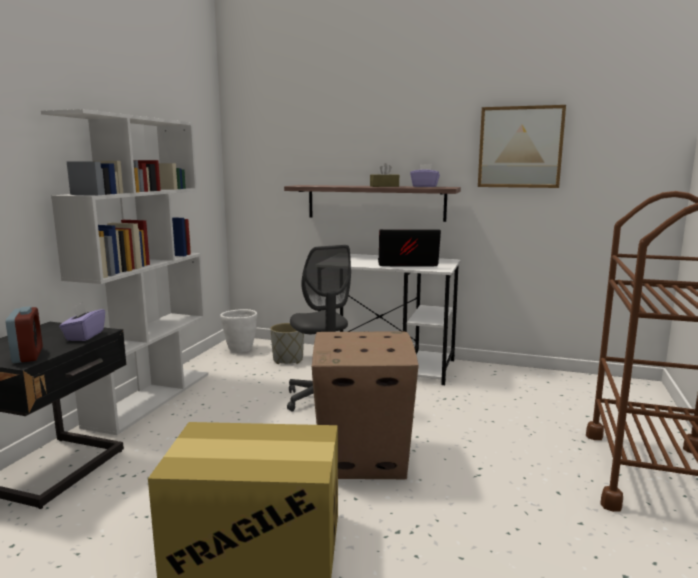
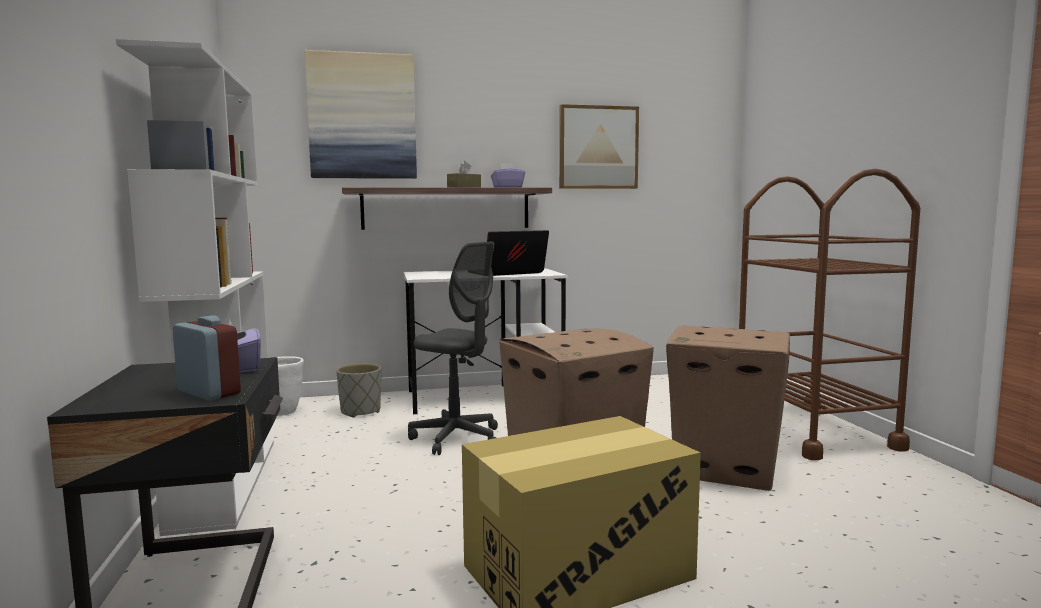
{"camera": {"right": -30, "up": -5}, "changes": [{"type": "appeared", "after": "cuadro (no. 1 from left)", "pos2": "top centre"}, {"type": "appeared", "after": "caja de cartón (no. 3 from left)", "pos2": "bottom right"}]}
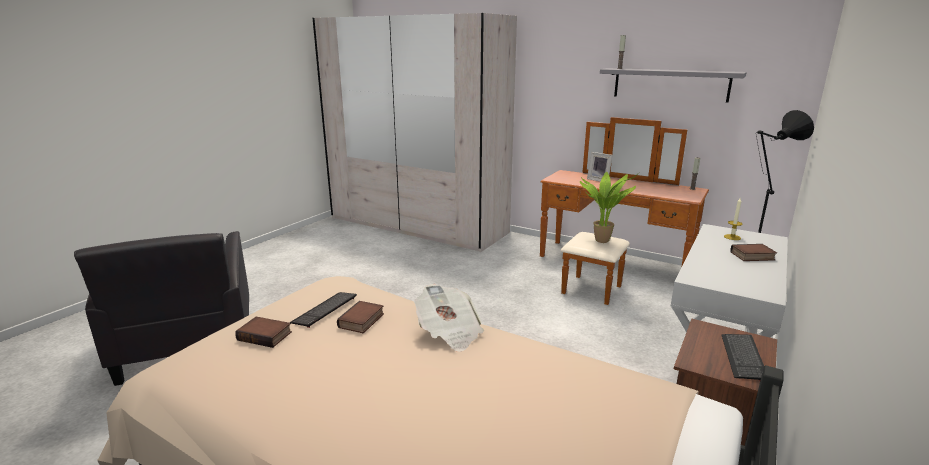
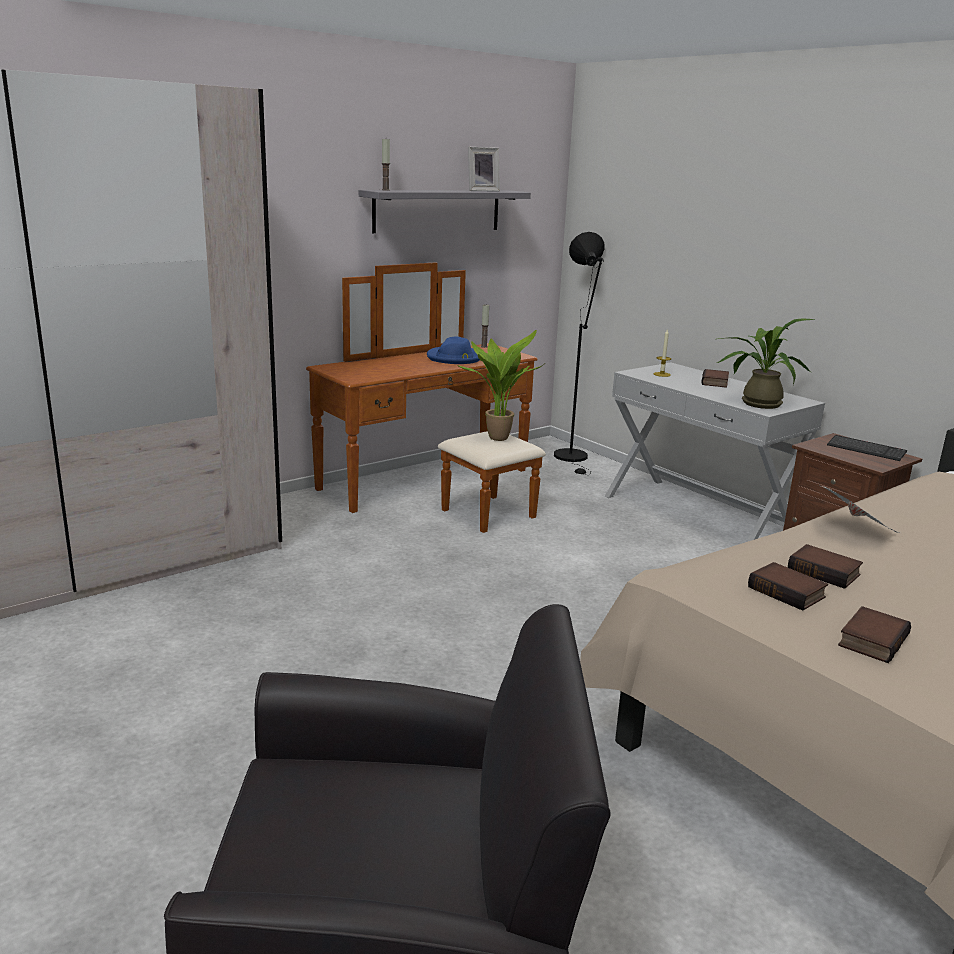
{"camera": {"right": -70, "up": 0}, "changes": [{"type": "exchanged", "before": "teclado (no. 1 from left)", "after": "libro (no. 2 from left)", "pos1": "bottom centre", "pos2": "middle right"}, {"type": "relocated", "before": "portarretratos", "pos1": "centre", "pos2": "top centre"}, {"type": "appeared", "after": "sombrero/azul", "pos2": "centre"}, {"type": "appeared", "after": "planta en maceta (no. 2 from left)", "pos2": "middle right"}]}
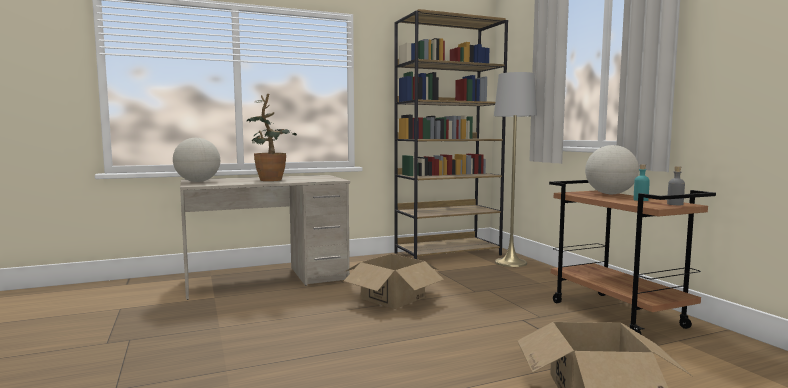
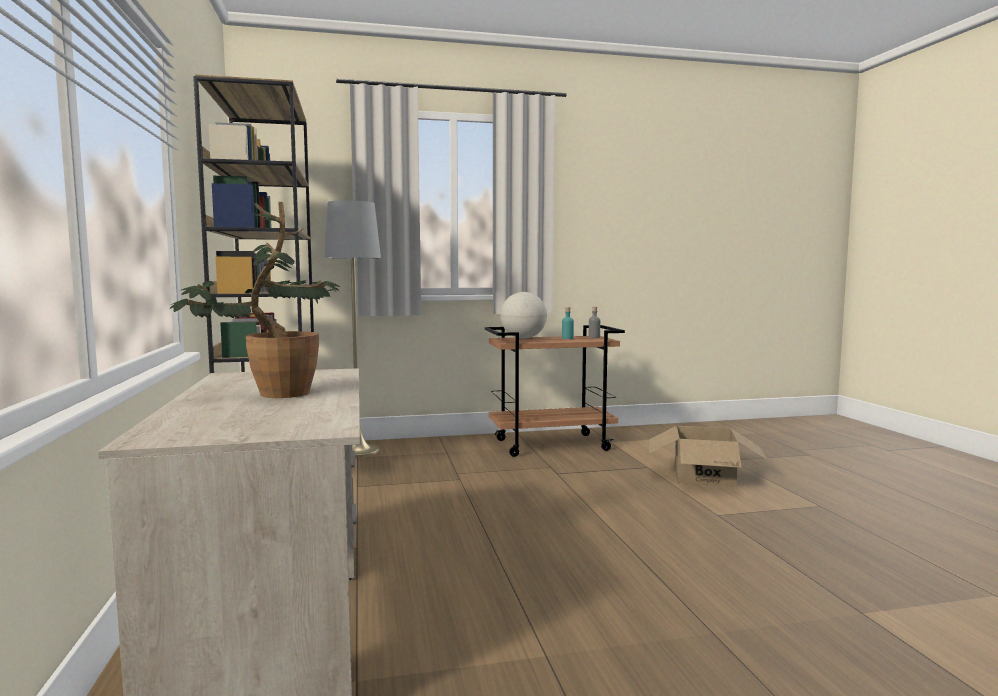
{"camera": {"right": -80, "up": 0}, "changes": [{"type": "missing", "before": "globo terráqueo (no. 1 from left)", "pos1": "middle left"}, {"type": "missing", "before": "caja de cartón (no. 1 from left)", "pos1": "bottom centre"}]}
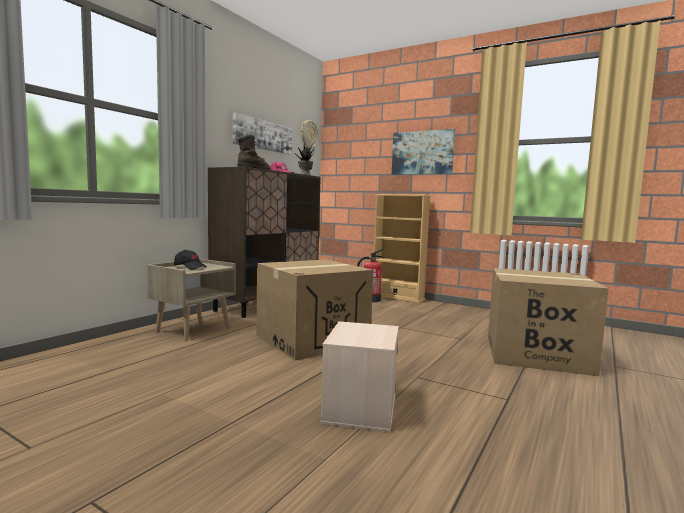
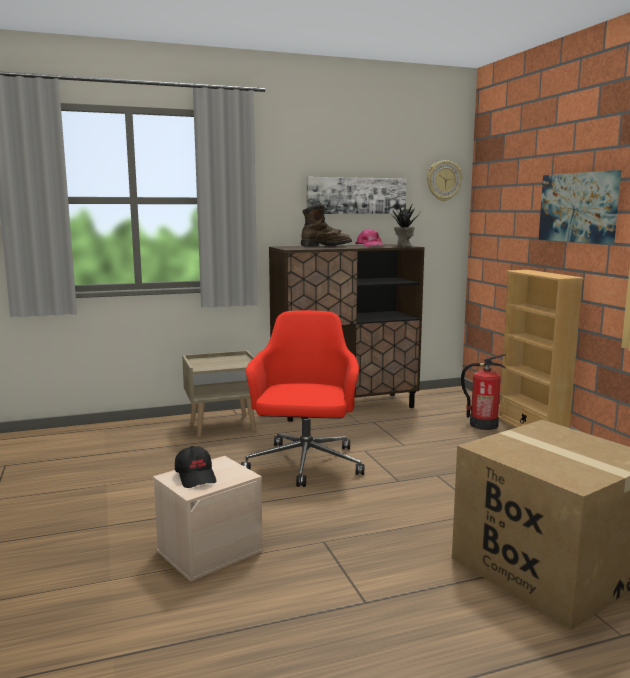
{"camera": {"right": 40, "up": 5}, "changes": [{"type": "relocated", "before": "gorra/negro", "pos1": "middle left", "pos2": "bottom left"}, {"type": "exchanged", "before": "caja de cartón (no. 1 from left)", "after": "silla de oficina/rojo", "pos1": "centre", "pos2": "centre"}]}
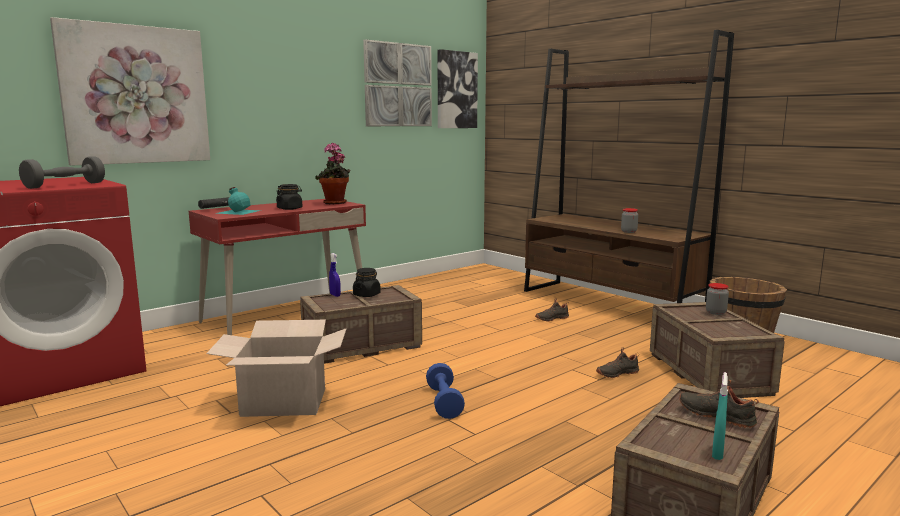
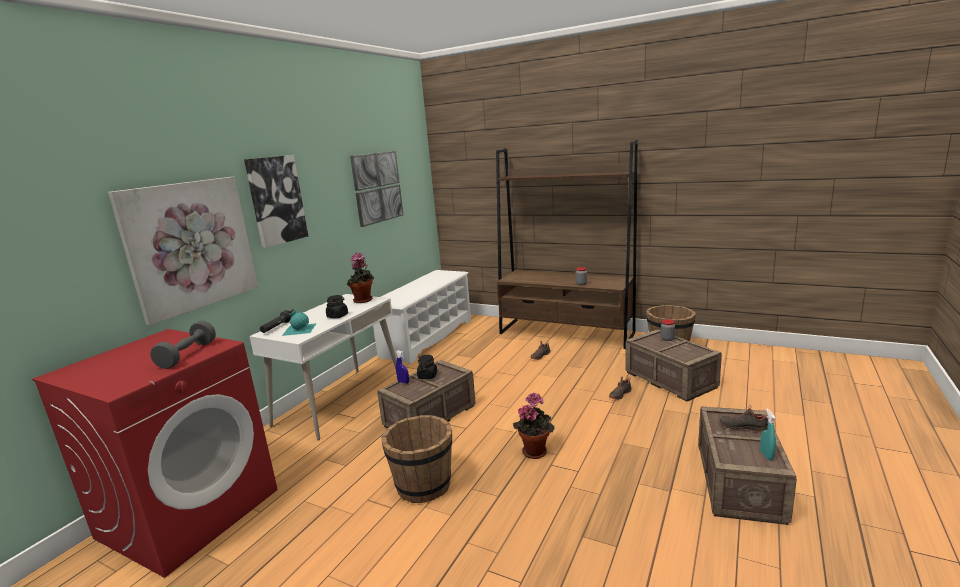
{"camera": {"right": -20, "up": 5}, "changes": [{"type": "colour", "before": "escritorio/rojo", "after": "escritorio/blanco", "pos1": "middle left", "pos2": "centre"}, {"type": "exchanged", "before": "caja de cartón", "after": "cubo/marrón (no. 1 from left)", "pos1": "bottom left", "pos2": "bottom centre"}, {"type": "exchanged", "before": "mancuerna/azul", "after": "planta en maceta (no. 2 from left)", "pos1": "bottom centre", "pos2": "bottom centre"}, {"type": "relocated", "before": "cuadro (no. 3 from left in the first image)", "after": "cuadro (no. 2 from left)", "pos1": "top centre", "pos2": "middle left"}, {"type": "appeared", "after": "zapatero/blanco", "pos2": "centre"}]}
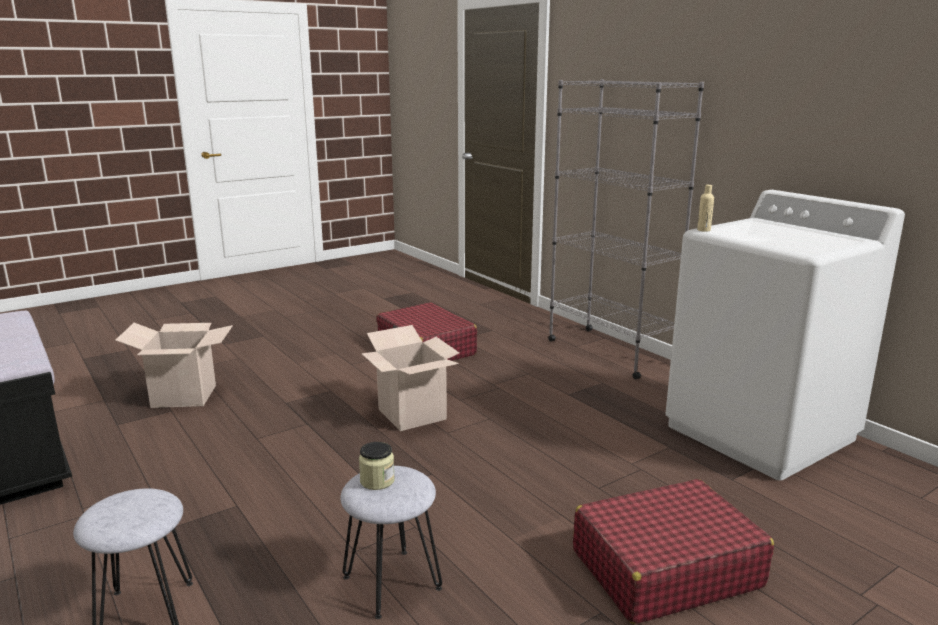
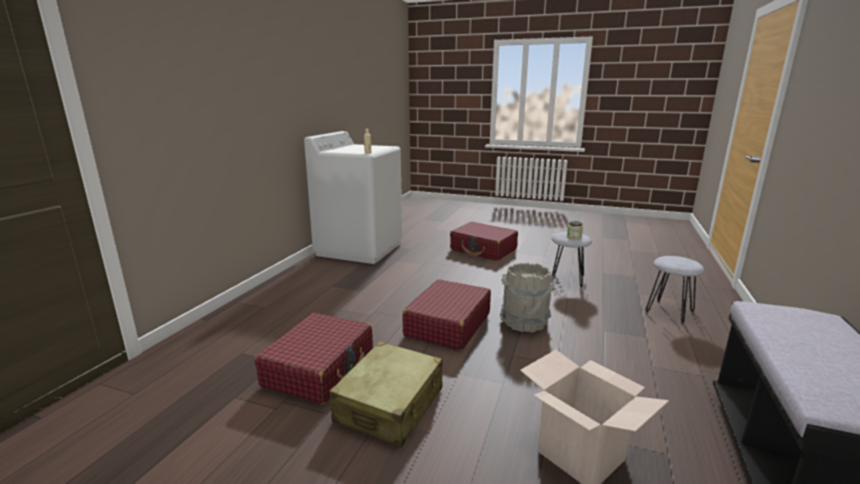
{"camera": {"right": -125, "up": 0}, "changes": [{"type": "exchanged", "before": "caja de cartón (no. 2 from left)", "after": "maleta/rojo (no. 2 from left)", "pos1": "centre", "pos2": "centre"}, {"type": "missing", "before": "estantería/gris", "pos1": "middle right"}, {"type": "appeared", "after": "maleta/beis", "pos2": "bottom centre"}, {"type": "appeared", "after": "cubo/gris", "pos2": "centre"}]}
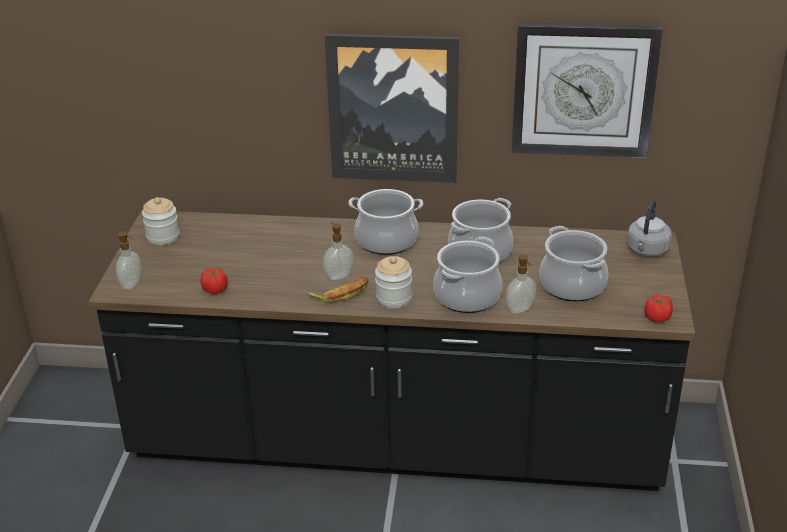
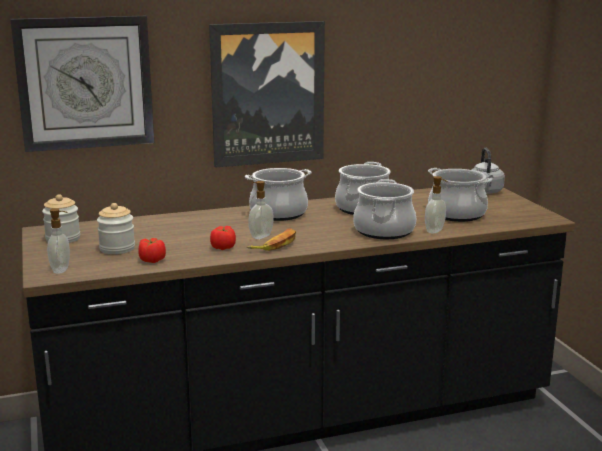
{"camera": {"right": -25, "up": -15}, "changes": [{"type": "relocated", "before": "tarro (no. 2 from left)", "pos1": "centre", "pos2": "middle left"}, {"type": "relocated", "before": "reloj de pared", "pos1": "top right", "pos2": "top left"}, {"type": "relocated", "before": "tomate (no. 2 from left)", "pos1": "middle right", "pos2": "centre"}]}
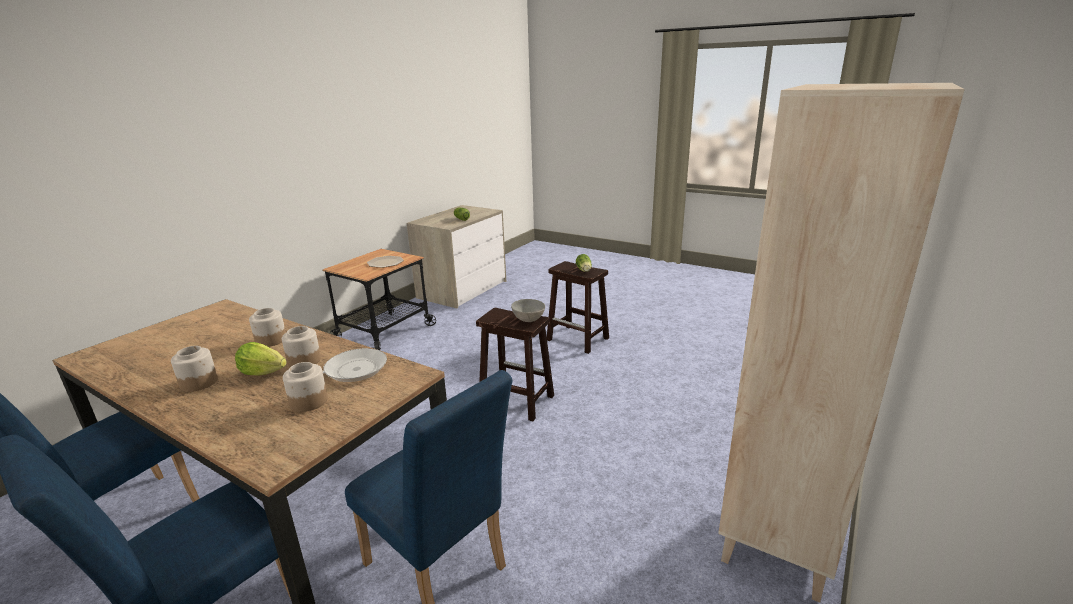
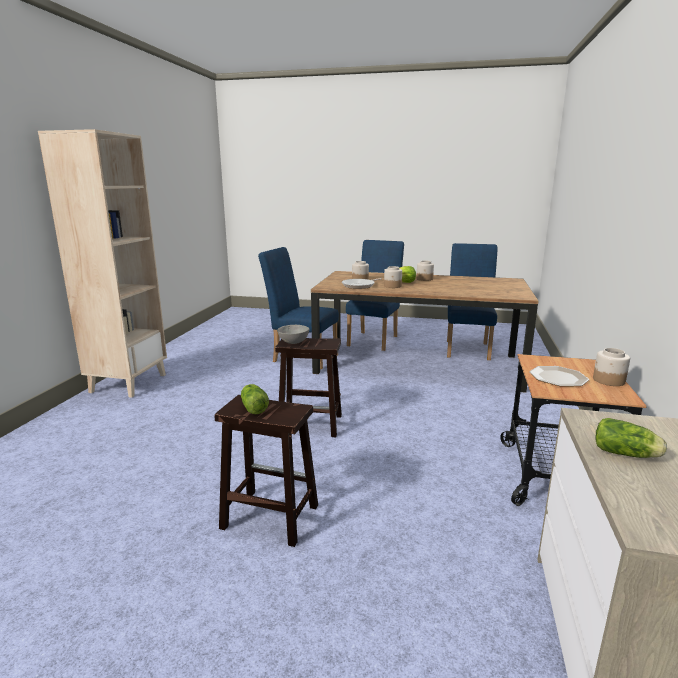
{"camera": {"right": 160, "up": -5}, "changes": [{"type": "relocated", "before": "tarro (no. 2 from left in the first image)", "after": "tarro (no. 4 from left)", "pos1": "middle left", "pos2": "middle right"}]}
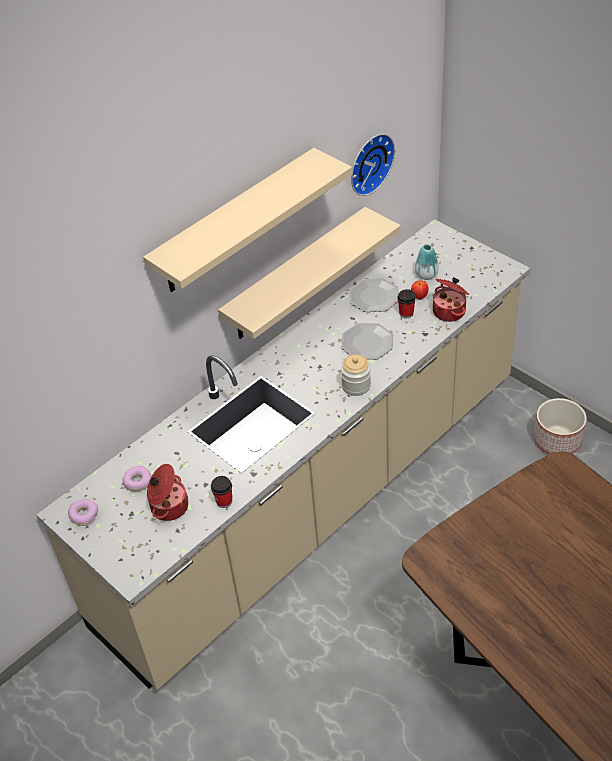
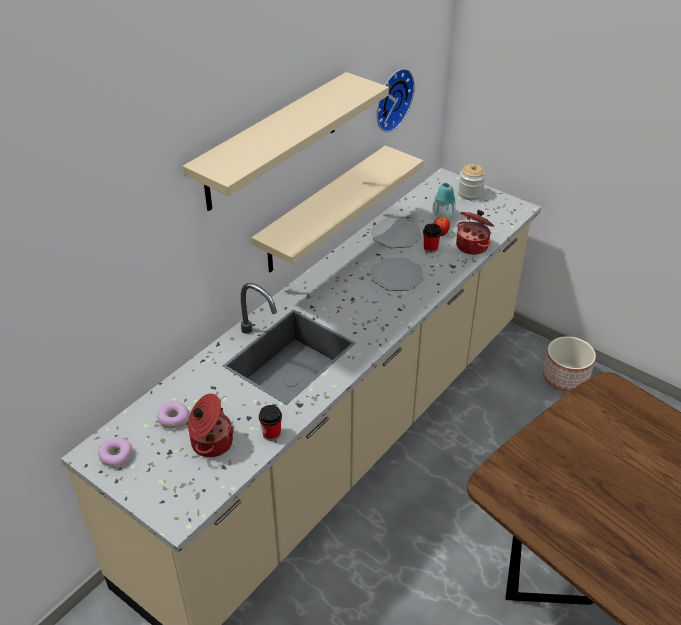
{"camera": {"right": -10, "up": -5}, "changes": [{"type": "relocated", "before": "tarro", "pos1": "centre", "pos2": "top right"}]}
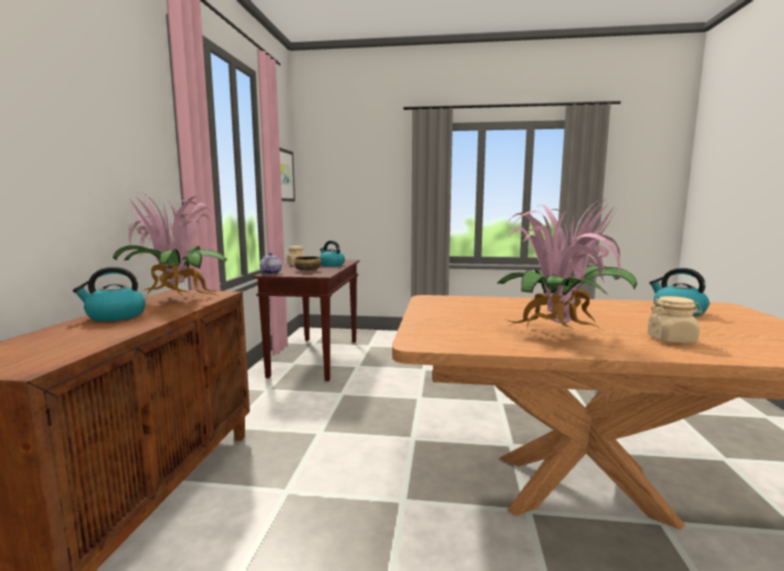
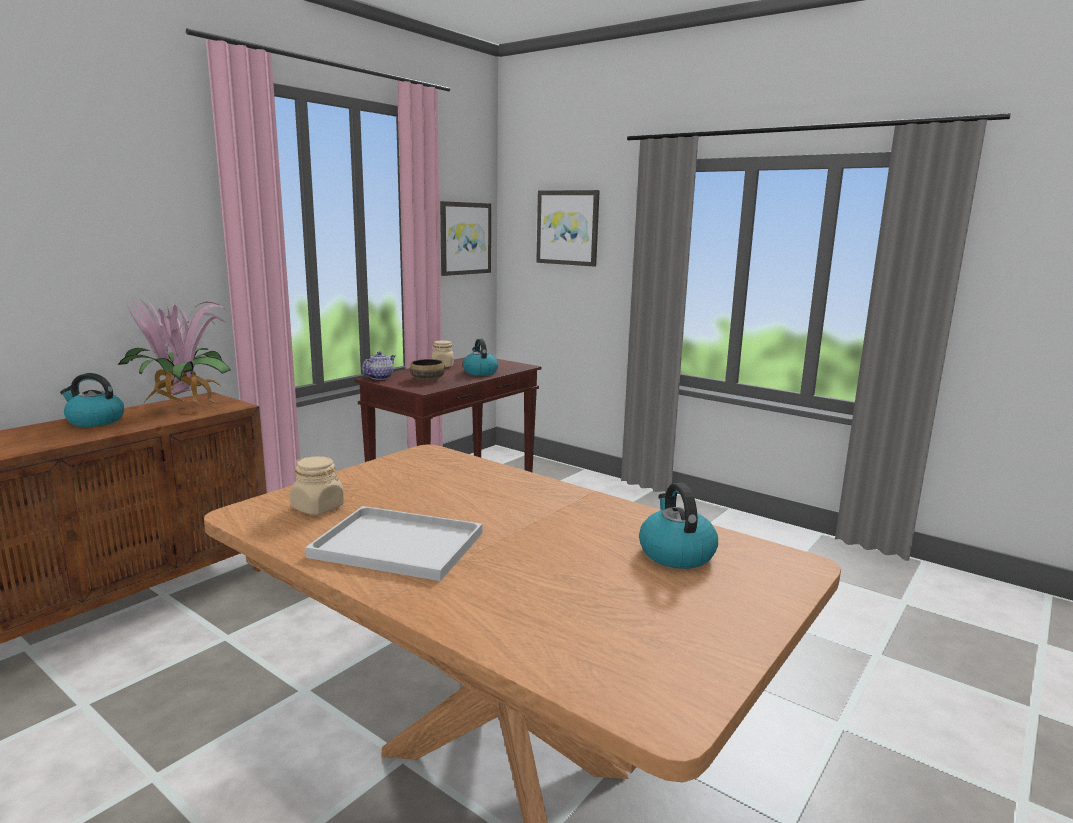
{"camera": {"right": 30, "up": 5}, "changes": [{"type": "exchanged", "before": "planta en maceta (no. 2 from left)", "after": "bandeja/blanco", "pos1": "middle right", "pos2": "centre"}, {"type": "relocated", "before": "tarro/beis (no. 2 from left in the first image)", "after": "tarro/beis (no. 1 from left)", "pos1": "middle right", "pos2": "middle left"}, {"type": "appeared", "after": "cuadro (no. 2 from left)", "pos2": "top centre"}]}
